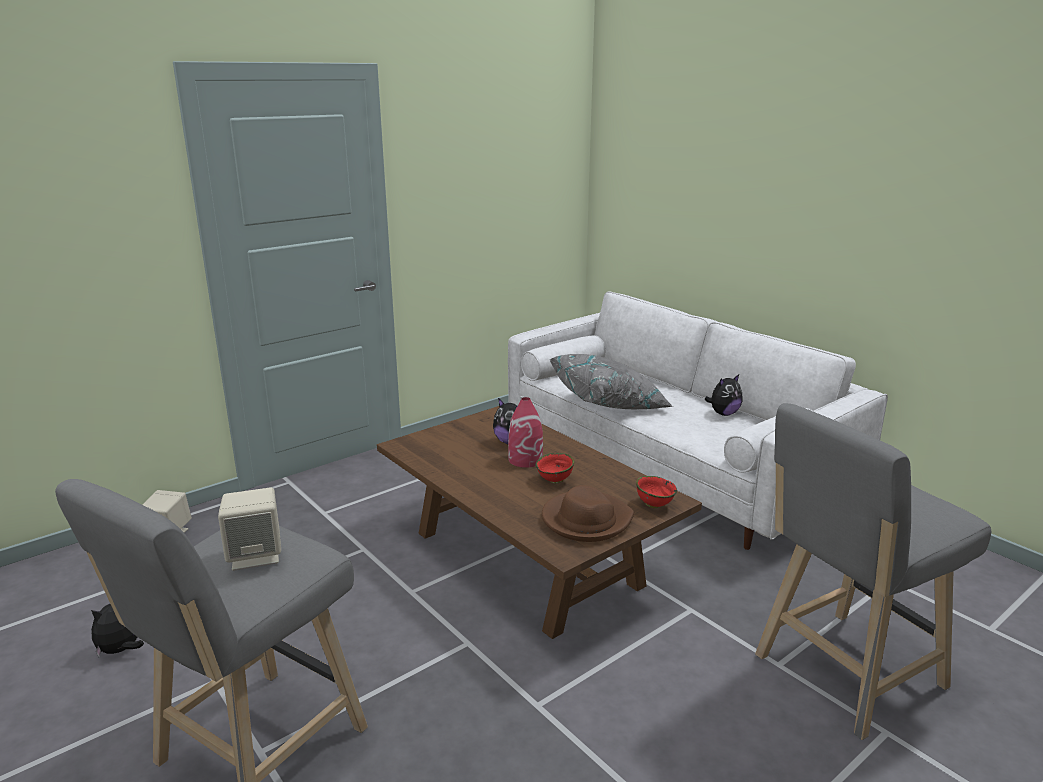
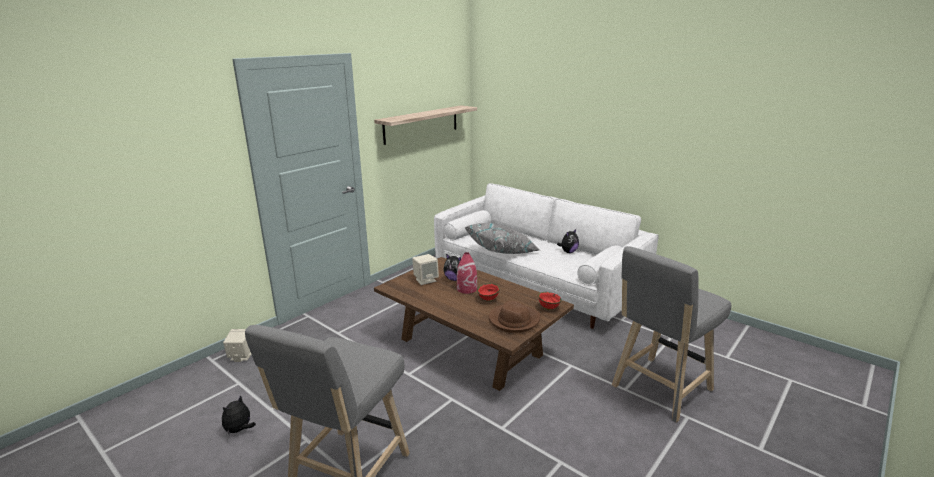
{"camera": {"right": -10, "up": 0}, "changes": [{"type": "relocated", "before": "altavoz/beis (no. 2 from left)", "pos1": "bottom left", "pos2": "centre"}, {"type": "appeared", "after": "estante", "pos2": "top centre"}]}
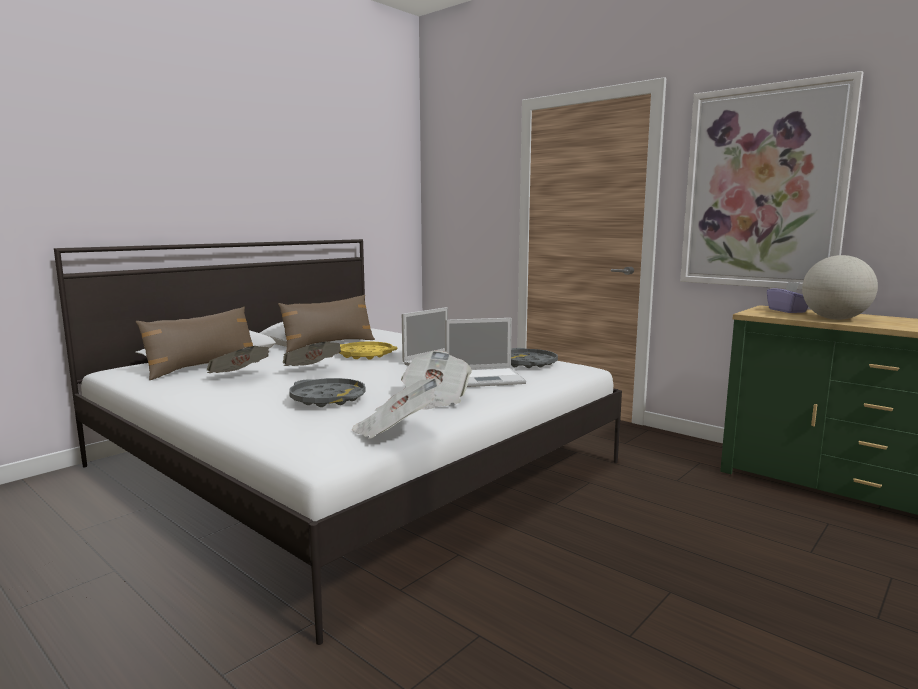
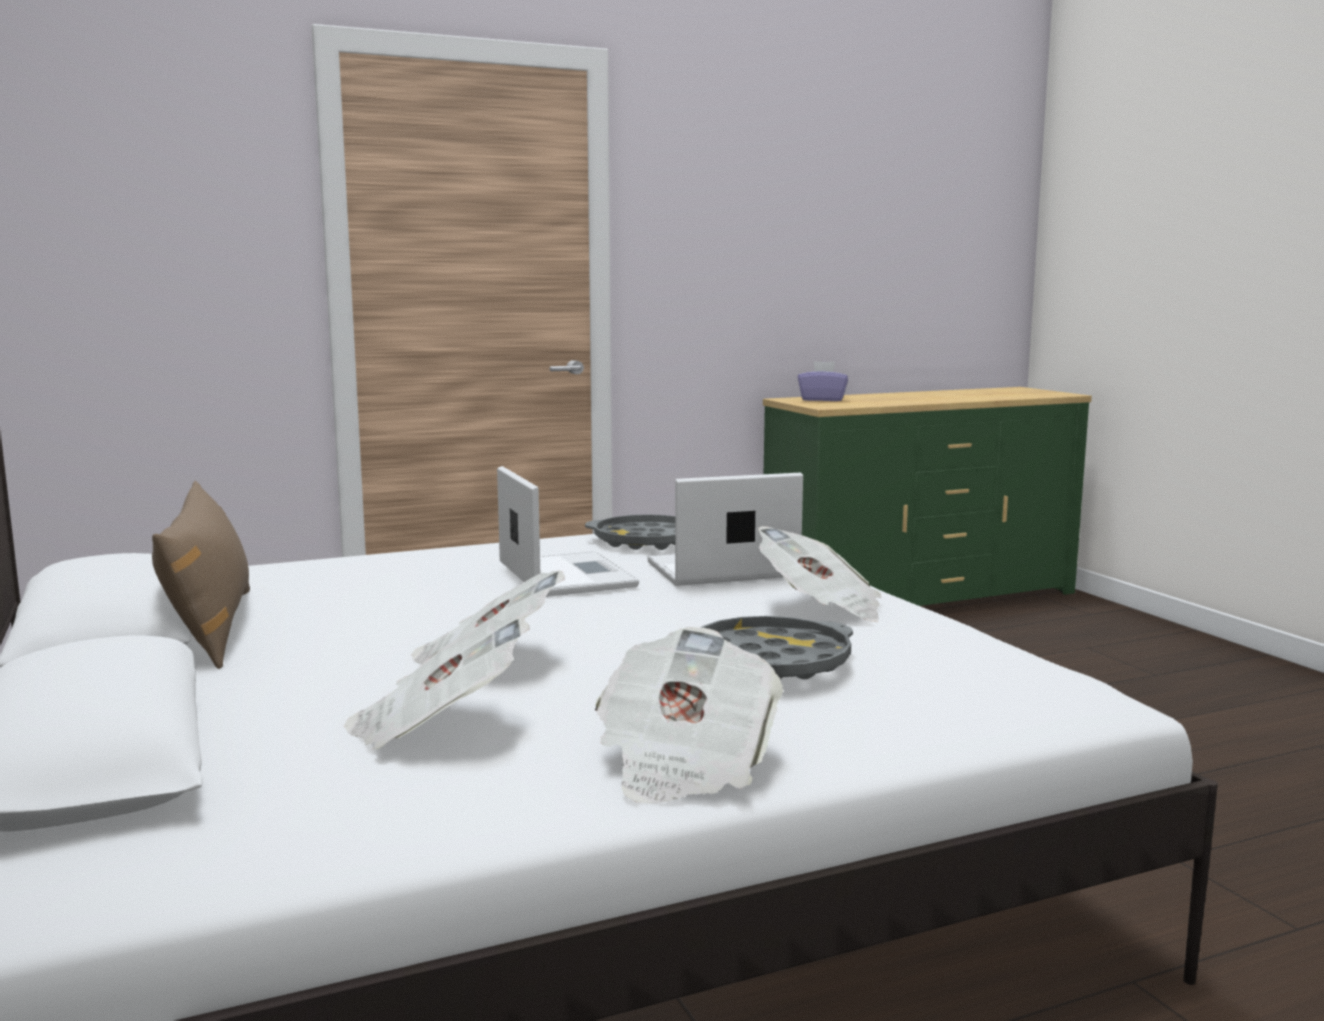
{"camera": {"right": -65, "up": 0}, "changes": [{"type": "missing", "before": "cojín/marrón (no. 1 from left)", "pos1": "middle left"}, {"type": "missing", "before": "bandeja/amarillo", "pos1": "centre"}, {"type": "relocated", "before": "periódico (no. 3 from left)", "pos1": "centre", "pos2": "bottom centre"}, {"type": "spun", "before": "portátil (no. 2 from left)", "pos1": "centre", "pos2": "centre", "turn": -120}, {"type": "missing", "before": "cuadro", "pos1": "top right"}, {"type": "missing", "before": "globo terráqueo", "pos1": "middle right"}]}
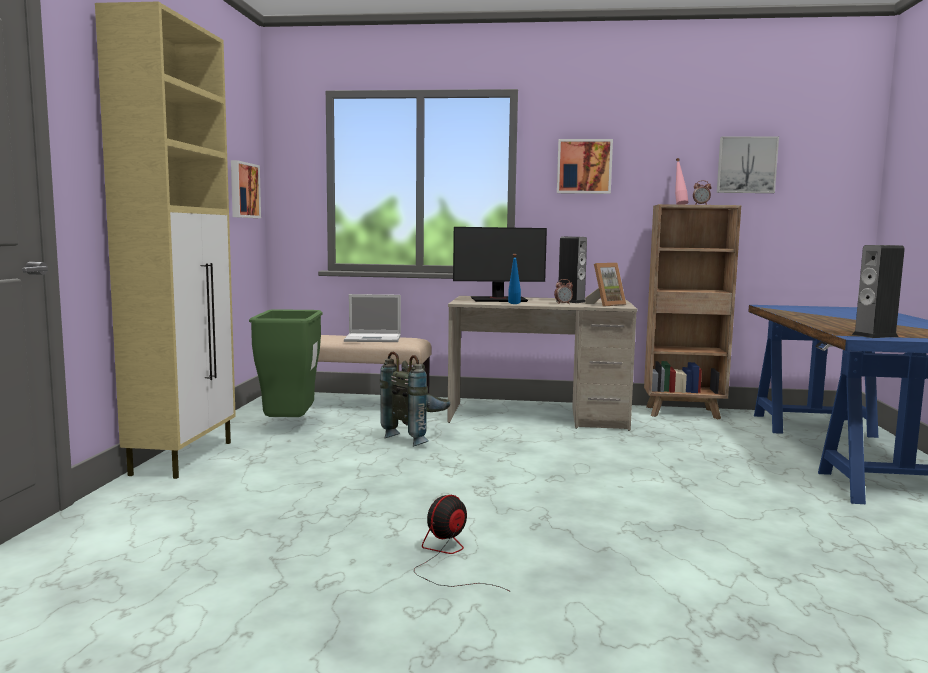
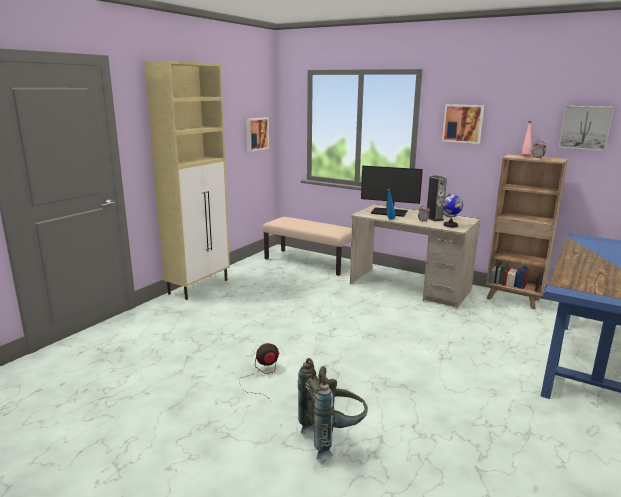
{"camera": {"right": 25, "up": 10}, "changes": [{"type": "missing", "before": "papelera/verde", "pos1": "middle left"}, {"type": "missing", "before": "portátil", "pos1": "centre"}, {"type": "relocated", "before": "mochila/gris", "pos1": "centre", "pos2": "bottom centre"}, {"type": "exchanged", "before": "portarretratos", "after": "globo terráqueo", "pos1": "centre", "pos2": "middle right"}, {"type": "missing", "before": "altavoz (no. 2 from left)", "pos1": "middle right"}]}
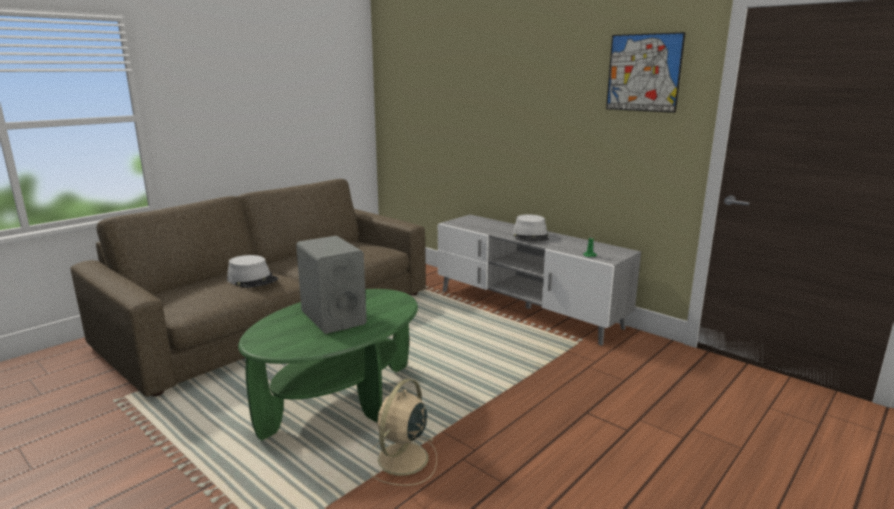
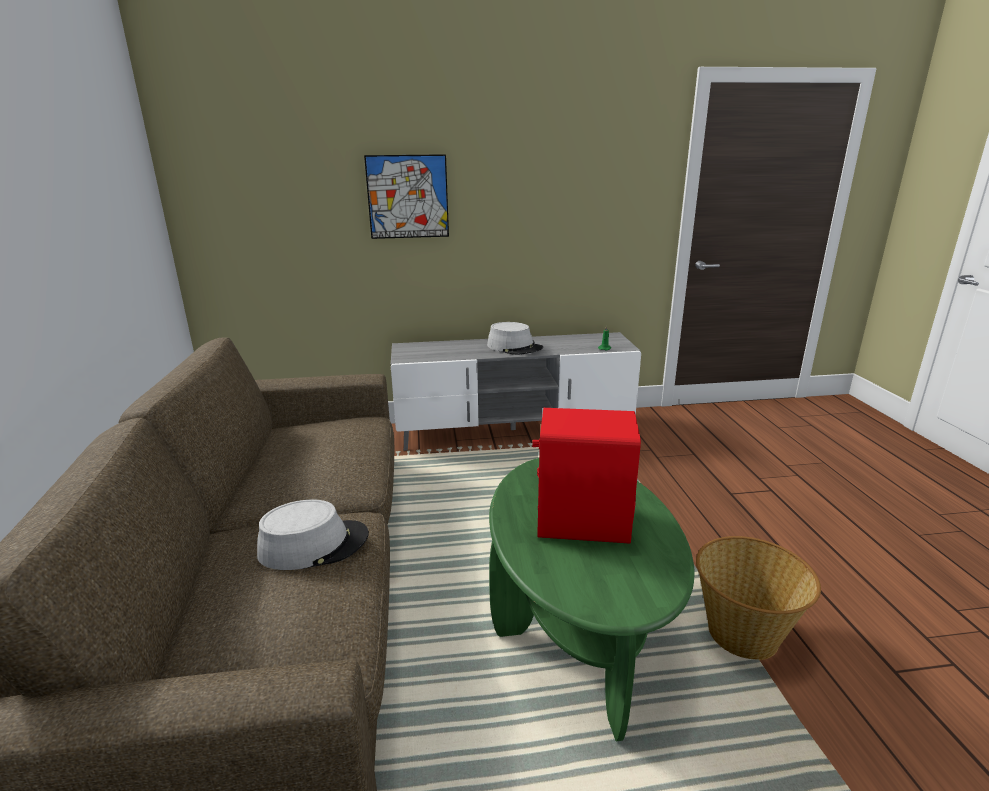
{"camera": {"right": -50, "up": 5}, "changes": [{"type": "colour", "before": "altavoz/gris", "after": "altavoz/rojo", "pos1": "centre", "pos2": "centre"}, {"type": "exchanged", "before": "ventilador/beis", "after": "cesta", "pos1": "bottom centre", "pos2": "bottom right"}, {"type": "relocated", "before": "cuadro", "pos1": "top right", "pos2": "top centre"}]}
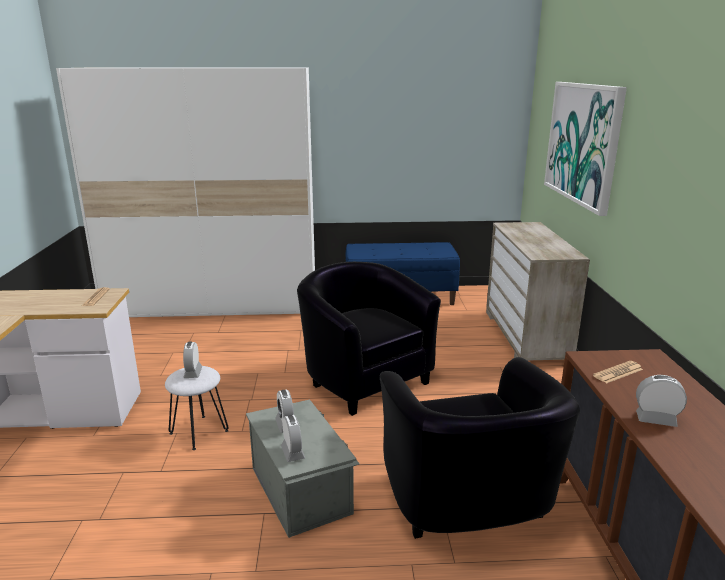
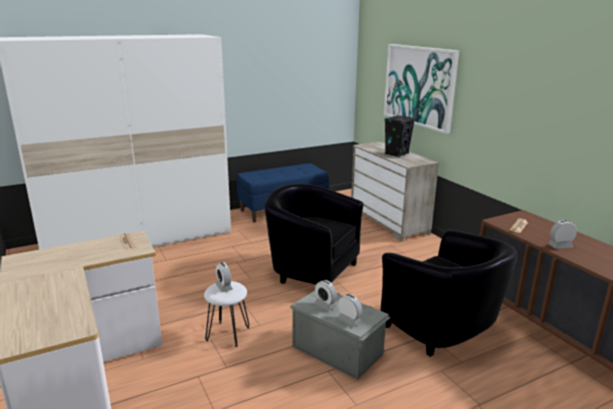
{"camera": {"right": -25, "up": 0}, "changes": [{"type": "appeared", "after": "altavoz/negro", "pos2": "top centre"}]}
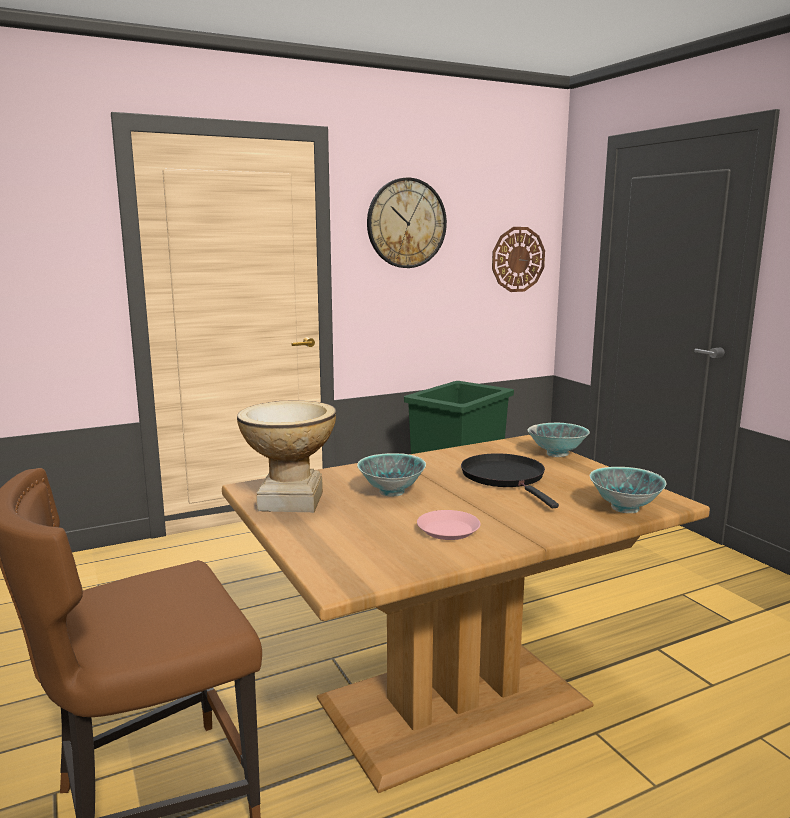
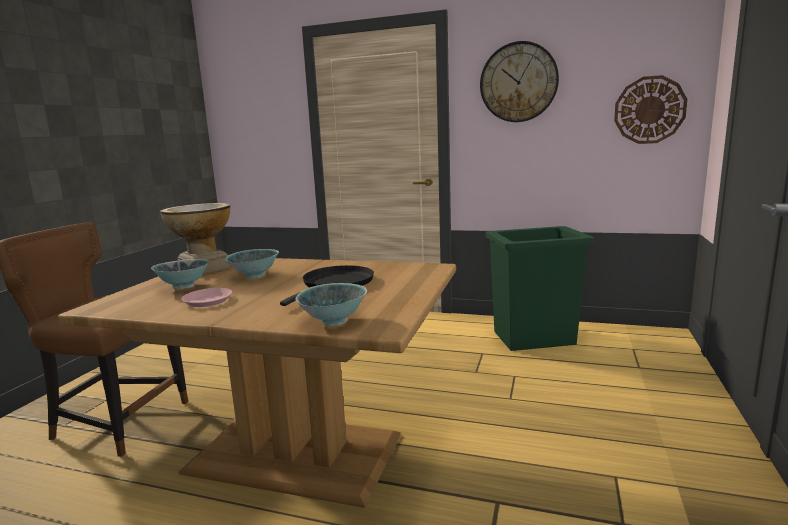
{"camera": {"right": 45, "up": 0}, "changes": [{"type": "relocated", "before": "cuenco (no. 2 from left in the first image)", "after": "cuenco (no. 1 from left)", "pos1": "middle right", "pos2": "middle left"}]}
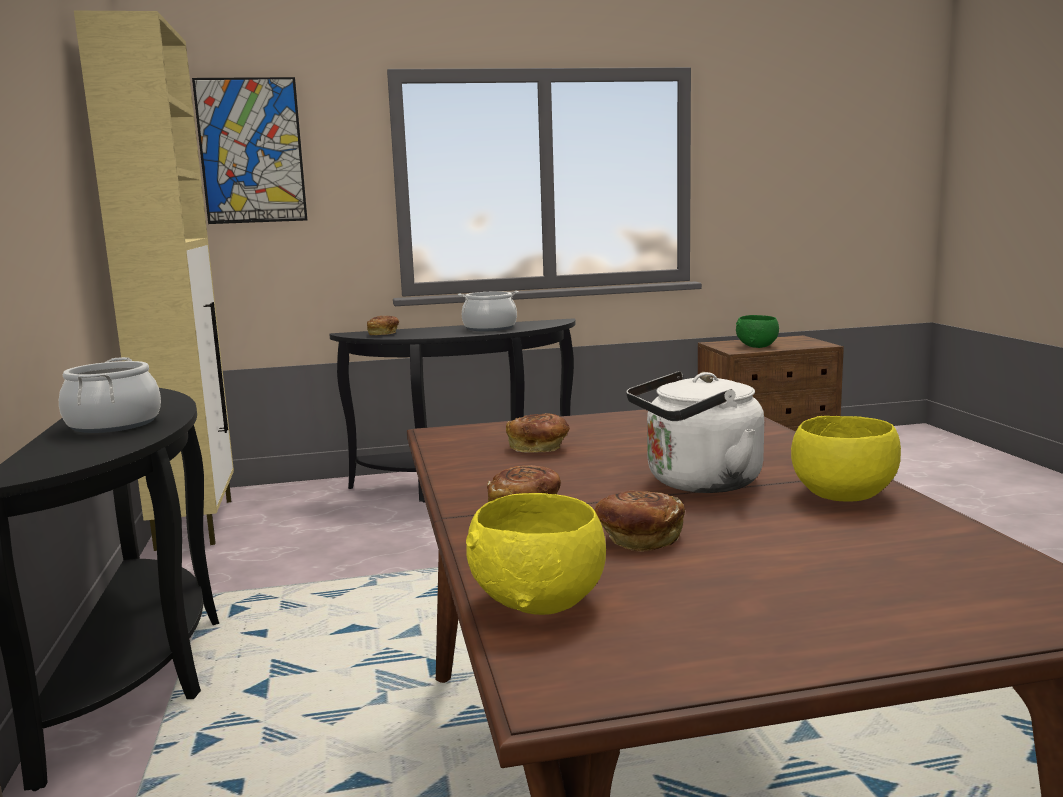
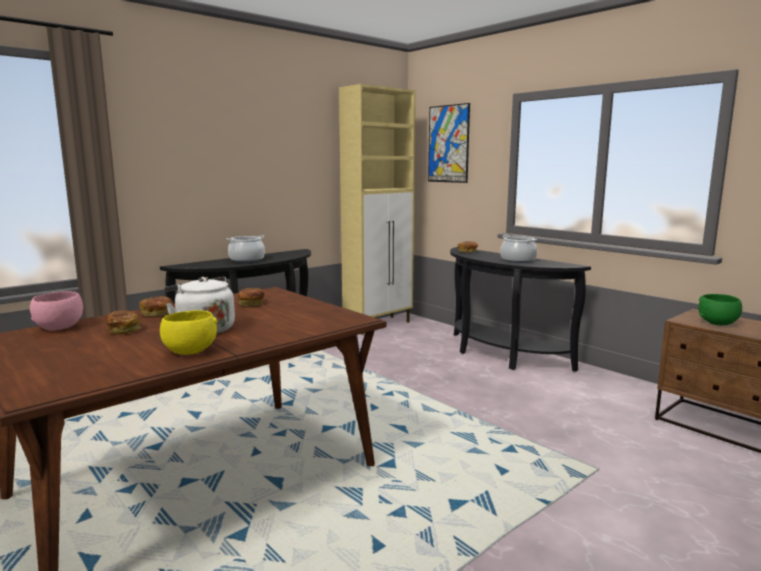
{"camera": {"right": 60, "up": 0}, "changes": [{"type": "colour", "before": "cuenco/amarillo (no. 1 from left)", "after": "cuenco/rosa", "pos1": "bottom centre", "pos2": "middle left"}]}
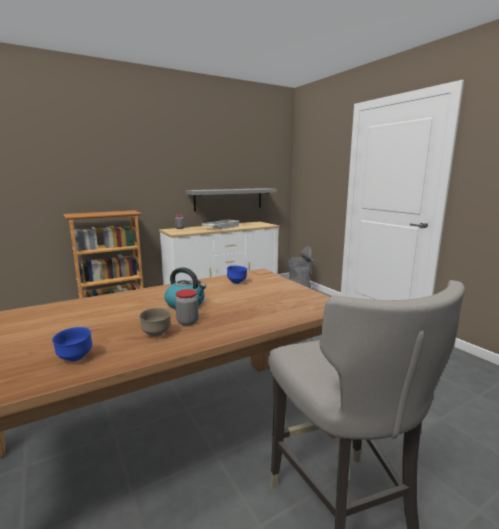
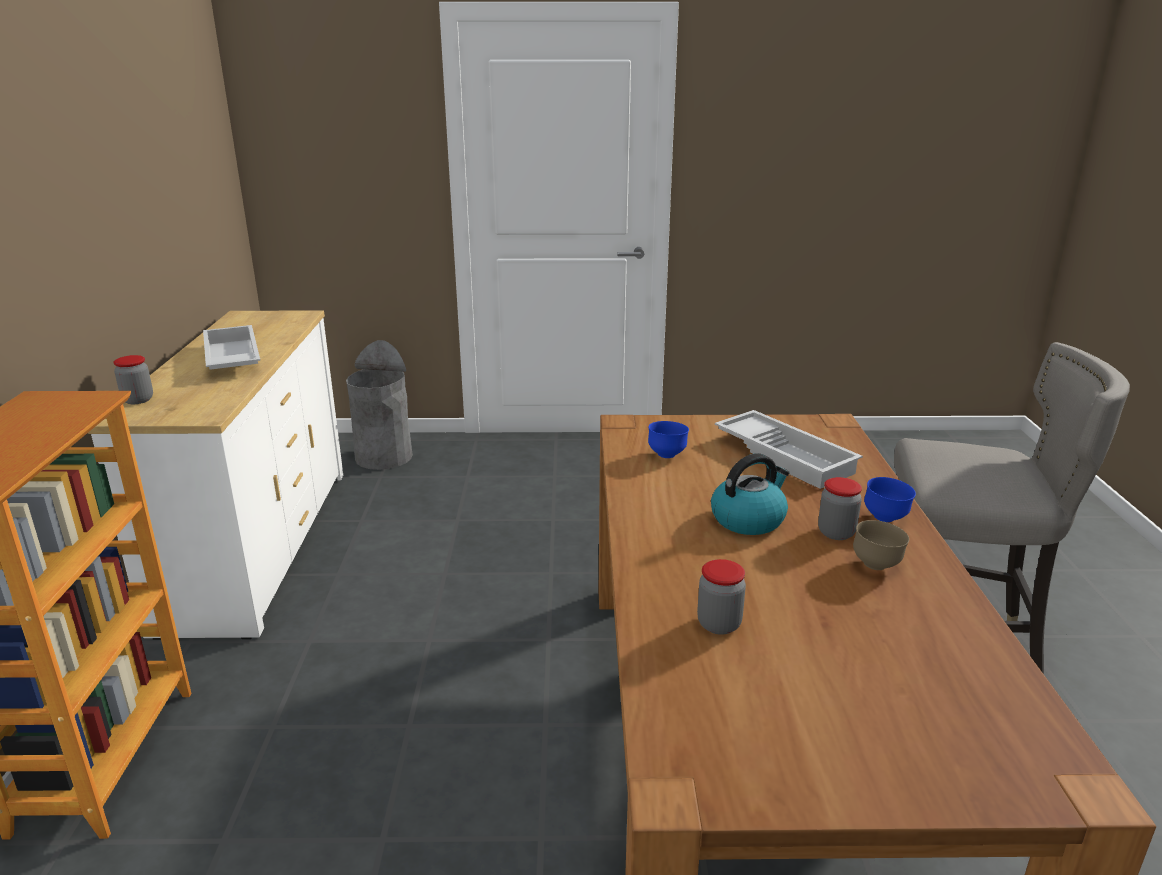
{"camera": {"right": -60, "up": 10}, "changes": [{"type": "relocated", "before": "cuenco/azul (no. 1 from left in the first image)", "after": "cuenco/azul (no. 2 from left)", "pos1": "middle left", "pos2": "middle right"}, {"type": "missing", "before": "estante/gris", "pos1": "centre"}, {"type": "appeared", "after": "tarro (no. 2 from left)", "pos2": "bottom centre"}, {"type": "appeared", "after": "bandeja/blanco (no. 2 from left)", "pos2": "middle right"}]}
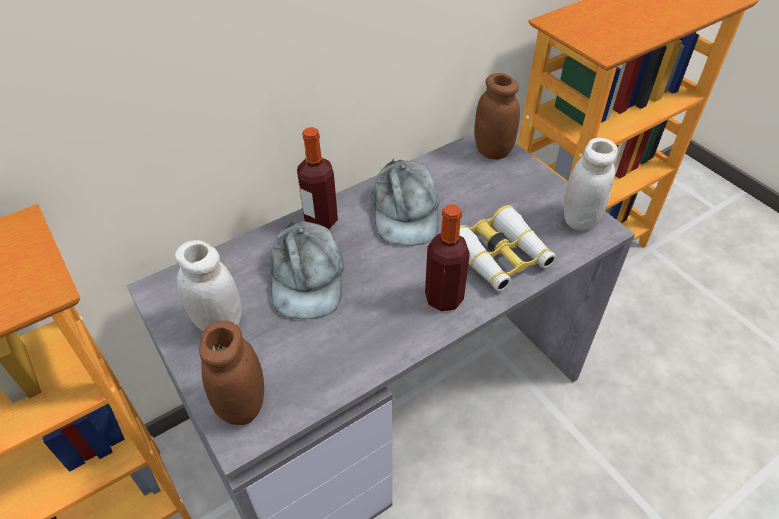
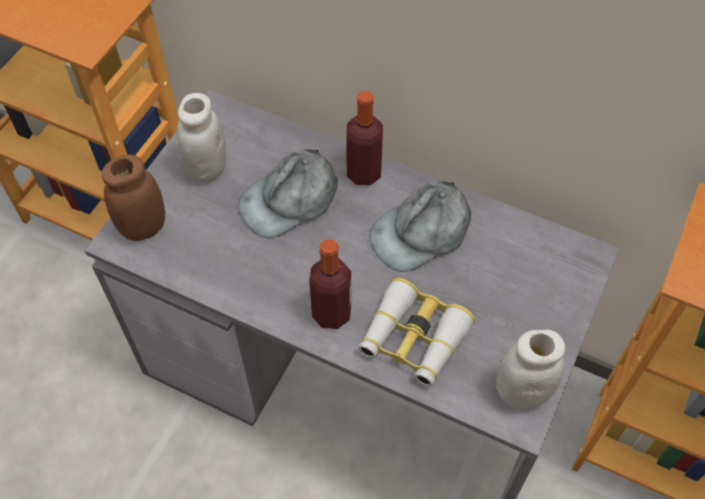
{"camera": {"right": 60, "up": 10}, "changes": [{"type": "missing", "before": "tarro/marrón (no. 2 from left)", "pos1": "top centre"}]}
